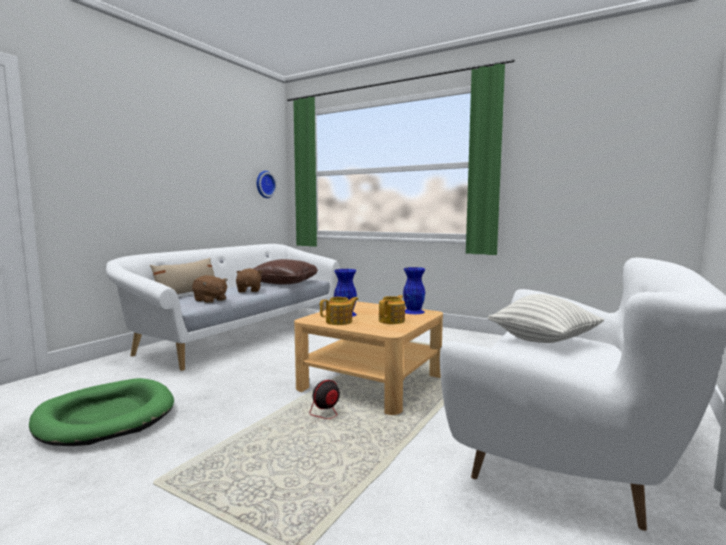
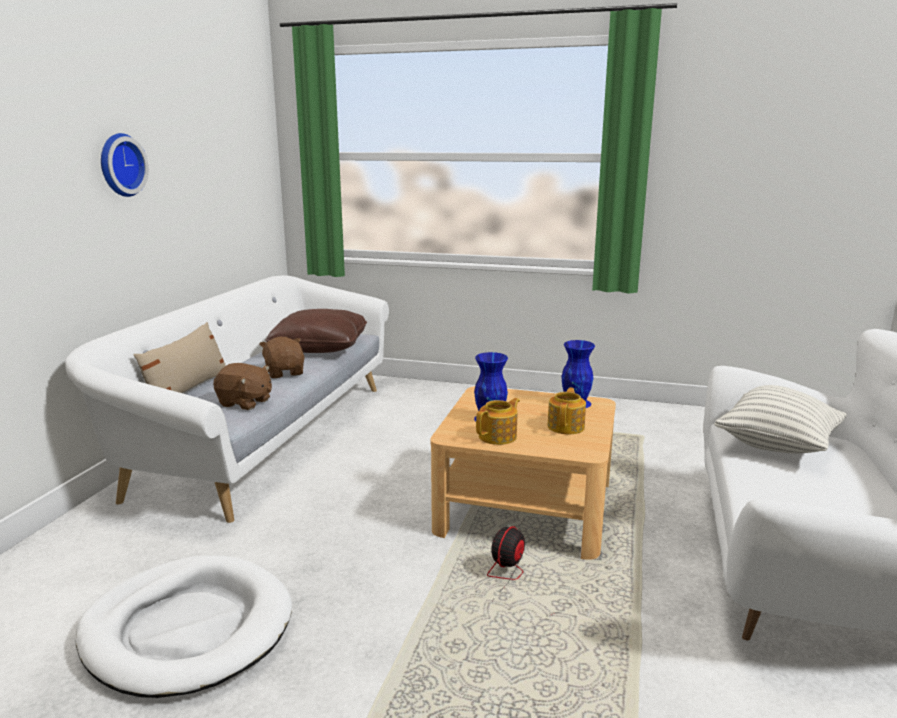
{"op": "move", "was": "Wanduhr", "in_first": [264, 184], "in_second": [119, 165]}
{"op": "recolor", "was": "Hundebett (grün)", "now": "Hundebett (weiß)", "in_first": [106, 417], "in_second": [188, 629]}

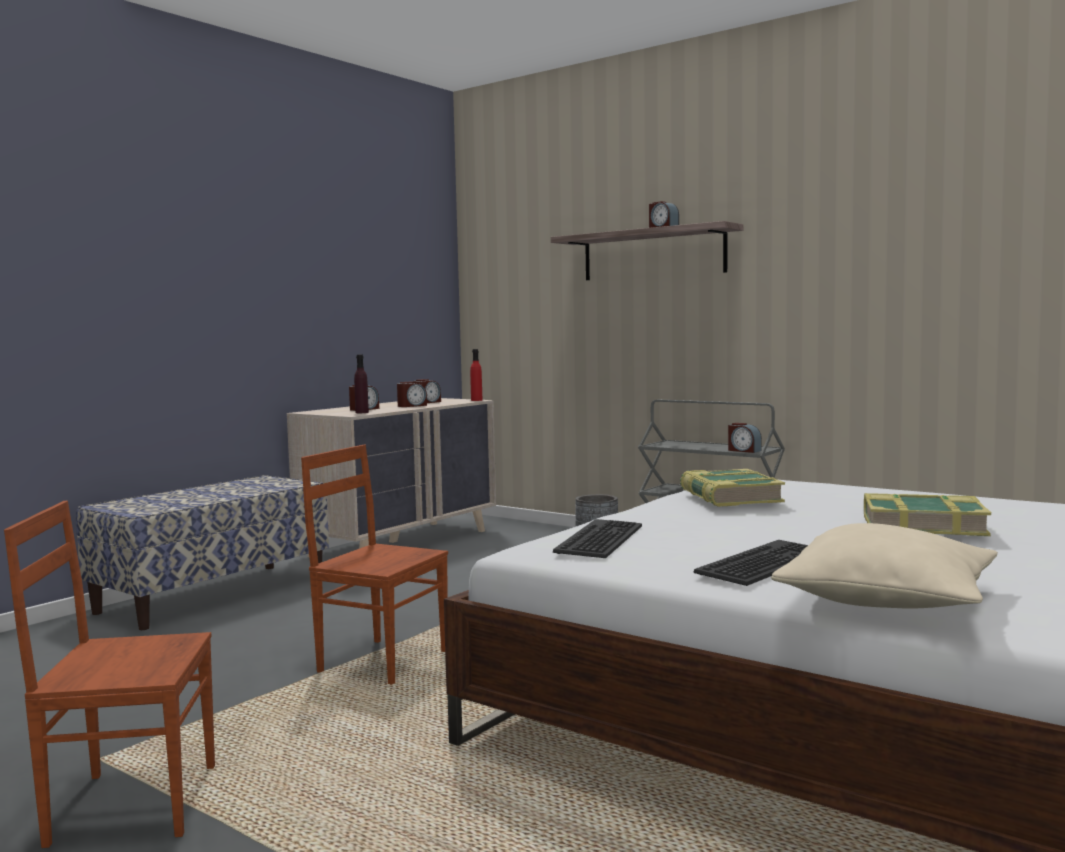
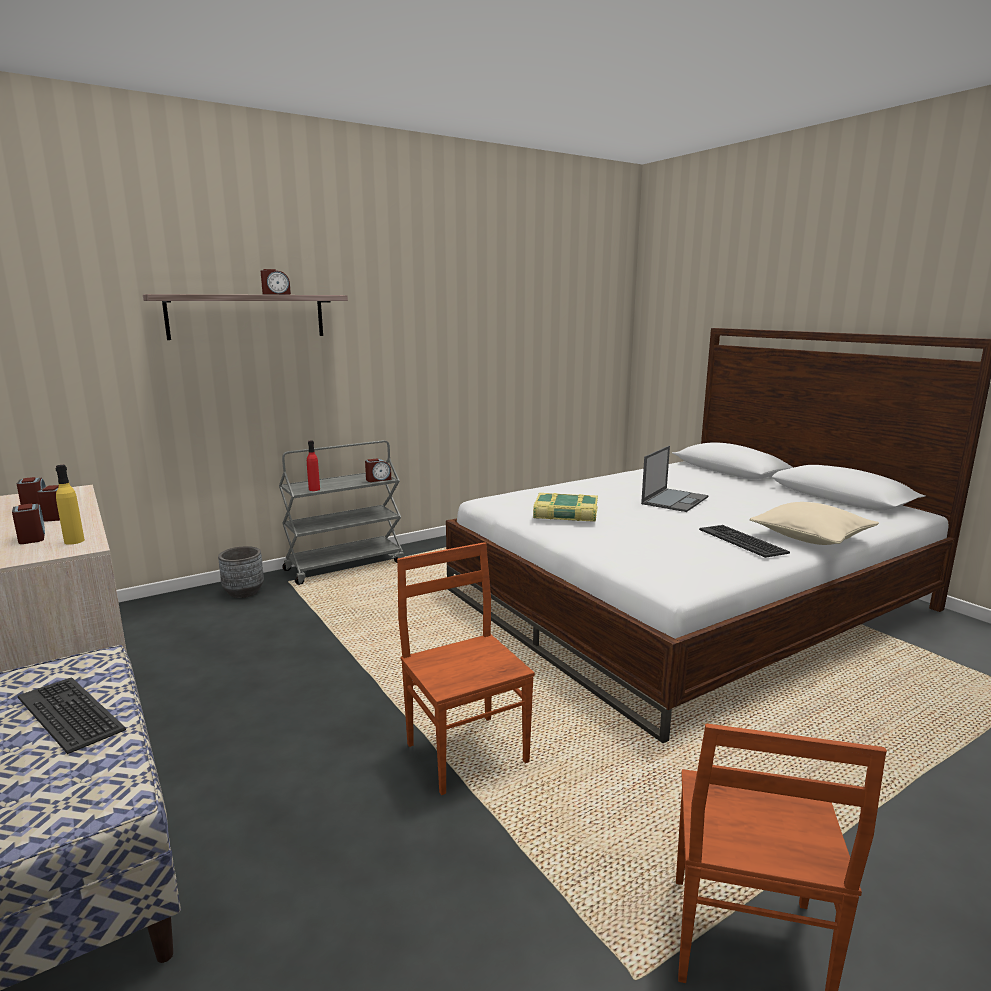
{"op": "move", "was": "Flasche (rot)", "in_first": [476, 400], "in_second": [314, 489]}
{"op": "move", "was": "Tastatur", "in_first": [601, 539], "in_second": [71, 713]}
{"op": "replace", "was": "Buch", "now": "Laptop", "in_first": [923, 526], "in_second": [675, 500]}
{"op": "recolor", "was": "Flasche (lila)", "now": "Flasche (gelb)", "in_first": [362, 412], "in_second": [74, 541]}
{"op": "rotate", "was": "Stuhl (braun)", "in_first": [383, 660], "in_second": [467, 751], "clockwise": 105}

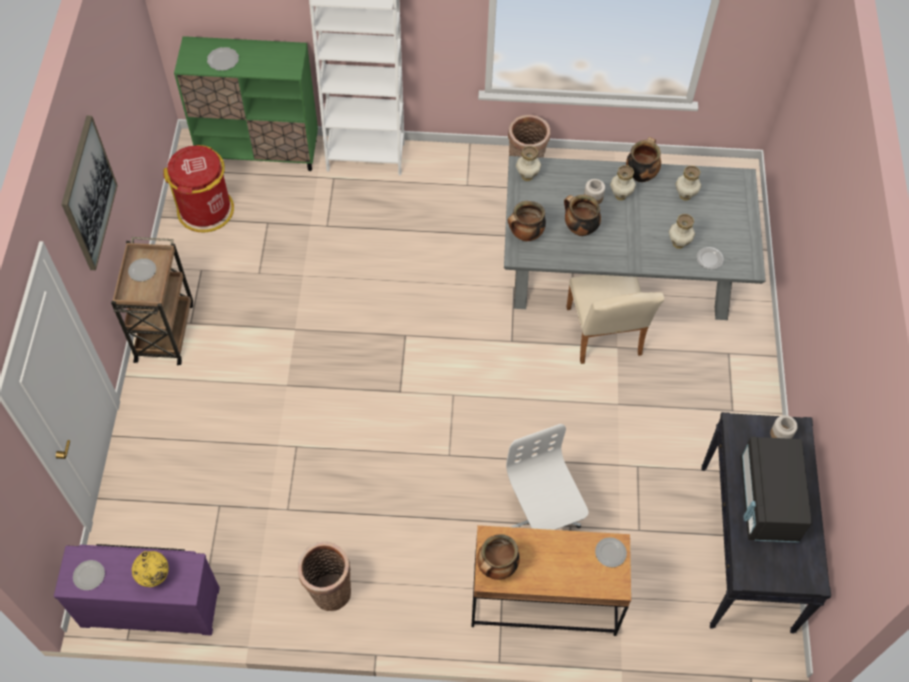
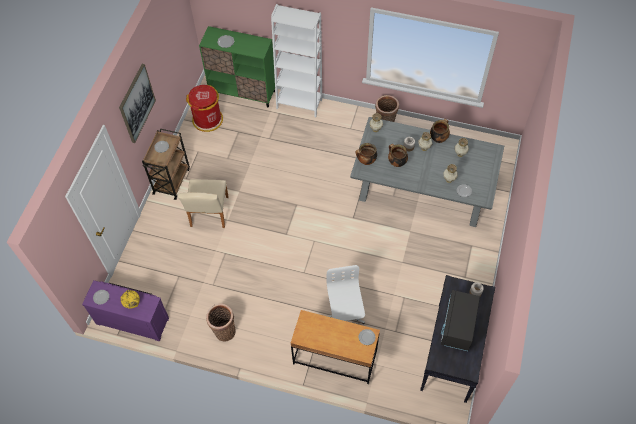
{"op": "delete", "was": "Kochtopf", "in_first": [496, 567]}
{"op": "move", "was": "Stuhl (beige)", "in_first": [604, 336], "in_second": [209, 214]}

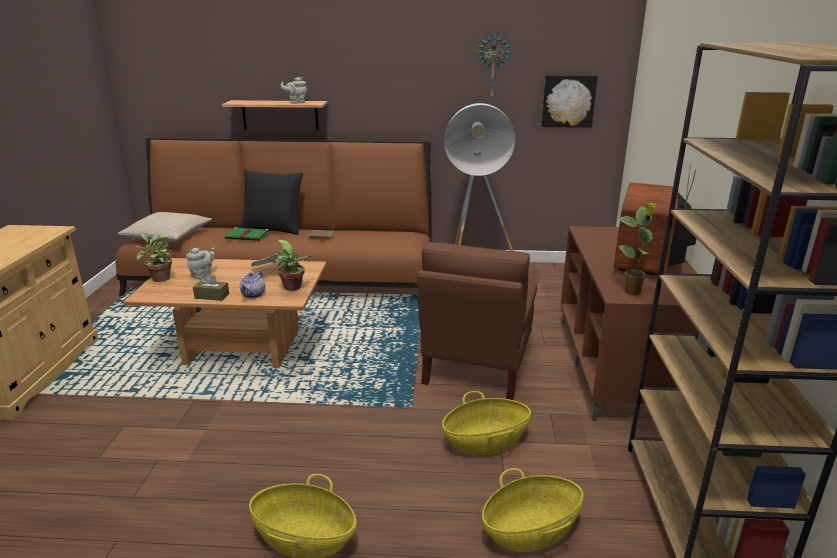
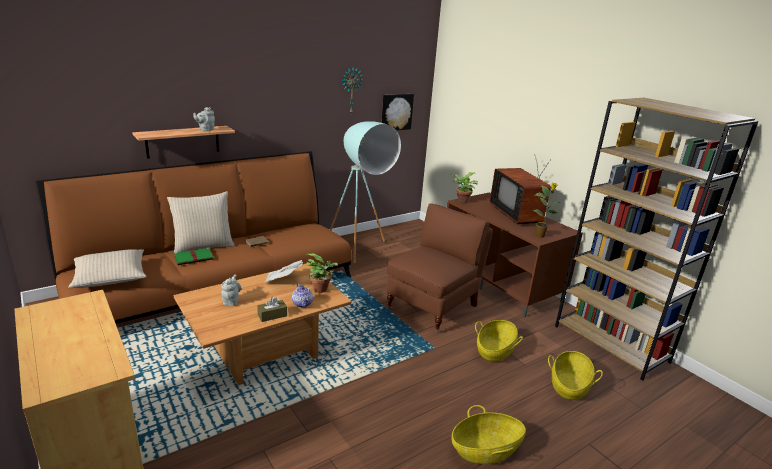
{"op": "move", "was": "Topfpflanze", "in_first": [159, 278], "in_second": [461, 201]}
{"op": "recolor", "was": "Kissen (schwarz)", "now": "Kissen (beige)", "in_first": [273, 229], "in_second": [203, 246]}
{"op": "rotate", "was": "Sessel (braun)", "in_first": [477, 364], "in_second": [433, 307], "clockwise": -120}

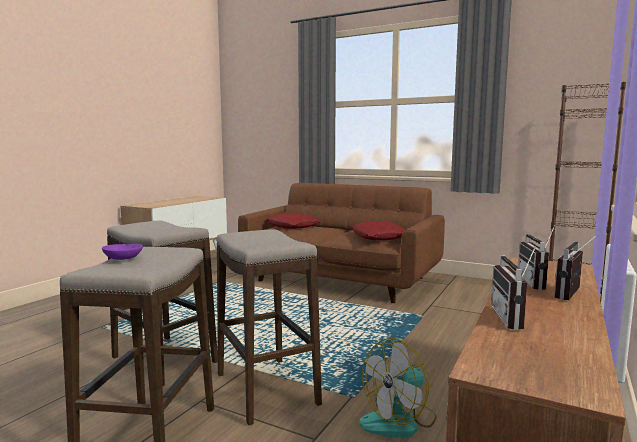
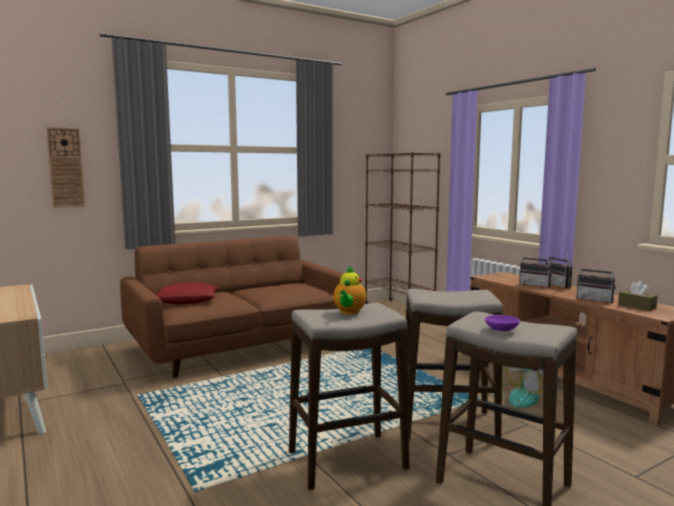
{"op": "delete", "was": "Kissen (rot)", "in_first": [378, 237]}
{"op": "insert", "now": "Wanduhr", "in_second": [66, 167]}
{"op": "insert", "now": "Teekanne", "in_second": [349, 312]}
{"op": "insert", "now": "Taschentuchbox (braun)", "in_second": [637, 306]}

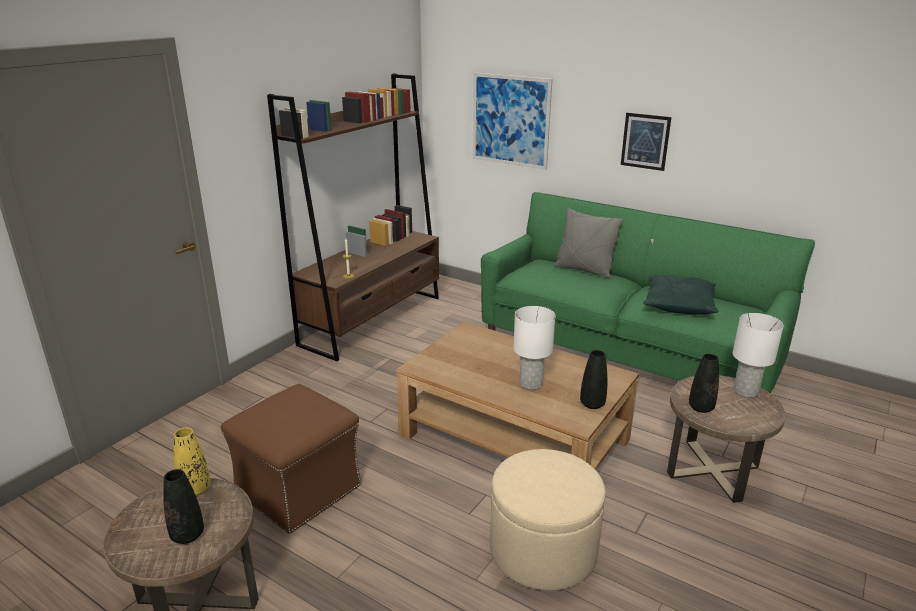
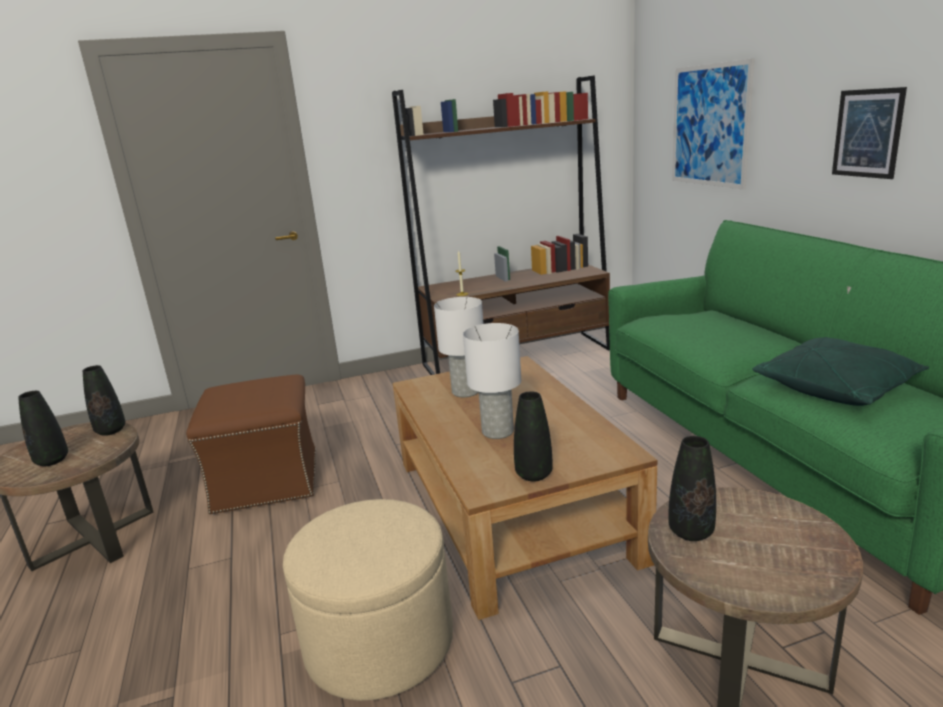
{"op": "delete", "was": "Kissen (grau)", "in_first": [584, 270]}
{"op": "move", "was": "Tischlampe (weiß)", "in_first": [745, 392], "in_second": [464, 392]}
{"op": "recolor", "was": "Vase (gelb)", "now": "Vase (schwarz)", "in_first": [195, 489], "in_second": [111, 431]}

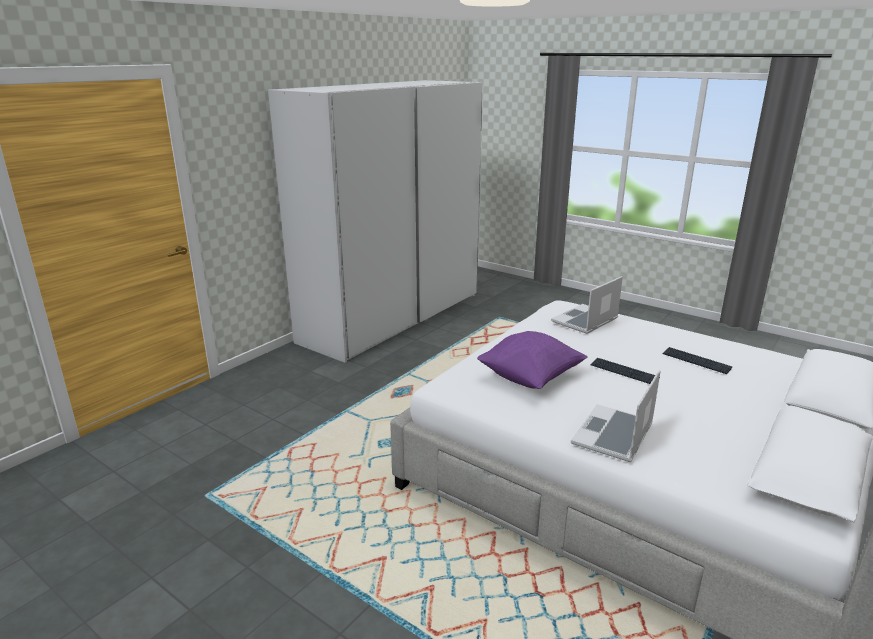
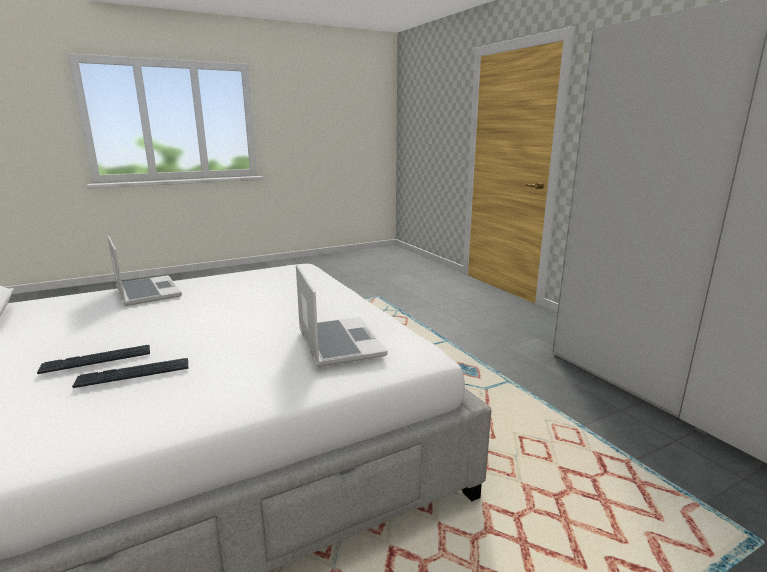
{"op": "delete", "was": "Kissen (lila)", "in_first": [530, 378]}
{"op": "move", "was": "Tastatur", "in_first": [624, 372], "in_second": [97, 360]}

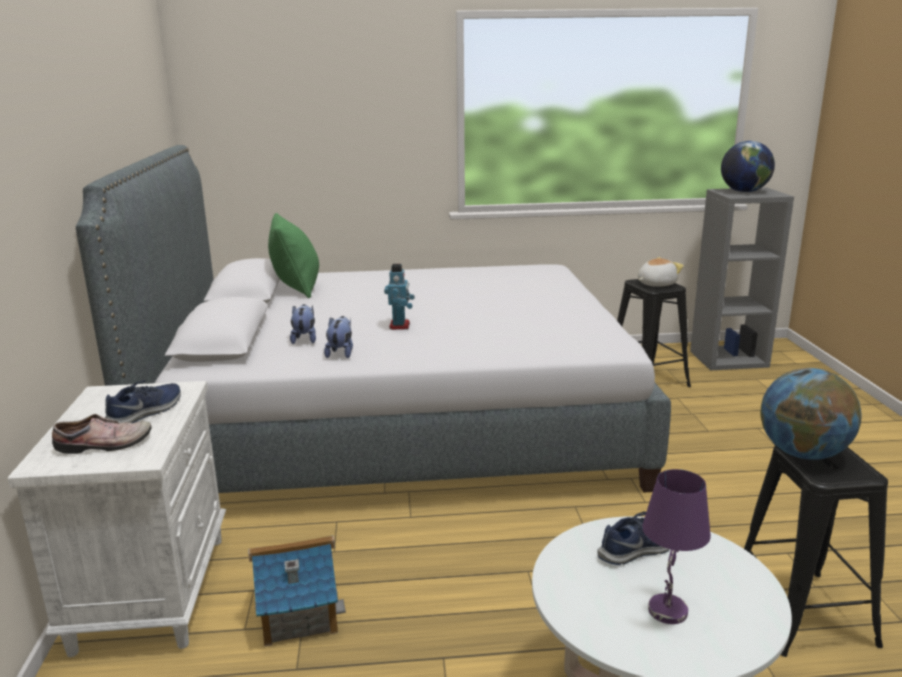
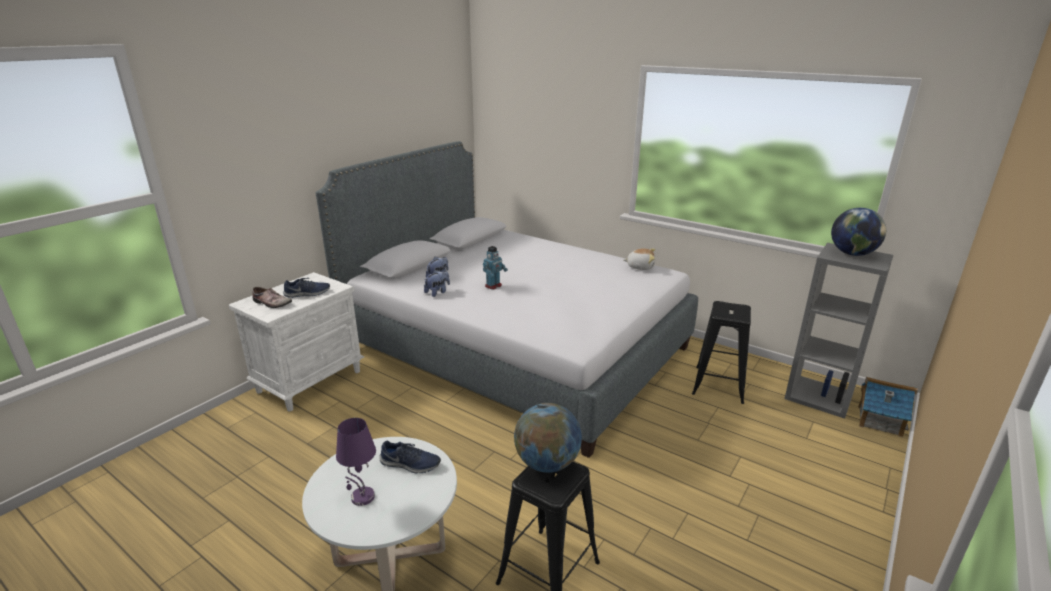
{"op": "delete", "was": "Kissen (grün)", "in_first": [296, 288]}
{"op": "move", "was": "Spielzeughaus", "in_first": [298, 614], "in_second": [879, 420]}
{"op": "move", "was": "Plüschtier", "in_first": [655, 284], "in_second": [640, 267]}

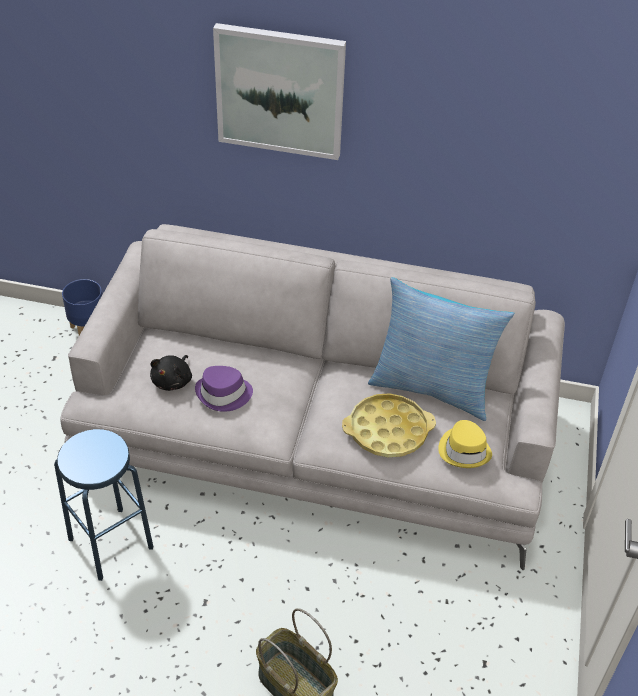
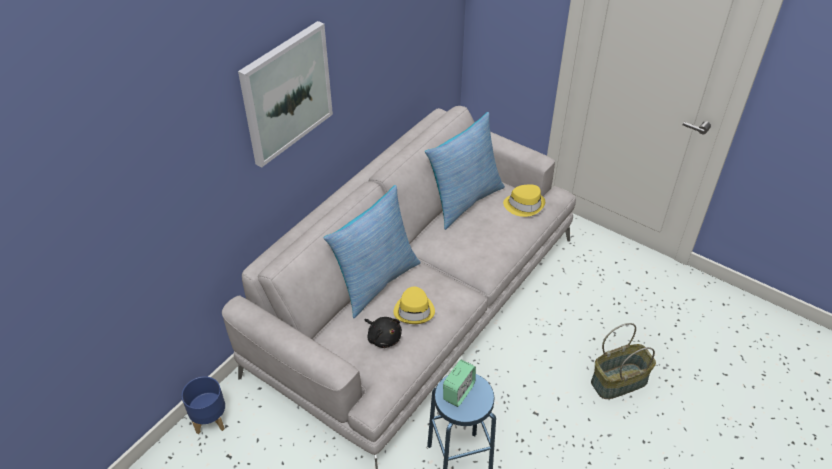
{"op": "delete", "was": "Tablett (gelb)", "in_first": [387, 430]}
{"op": "insert", "now": "Kissen", "in_second": [375, 281]}
{"op": "insert", "now": "Wecker", "in_second": [458, 392]}
{"op": "recolor", "was": "Hut (lila)", "now": "Hut (gelb)", "in_first": [224, 394], "in_second": [414, 310]}

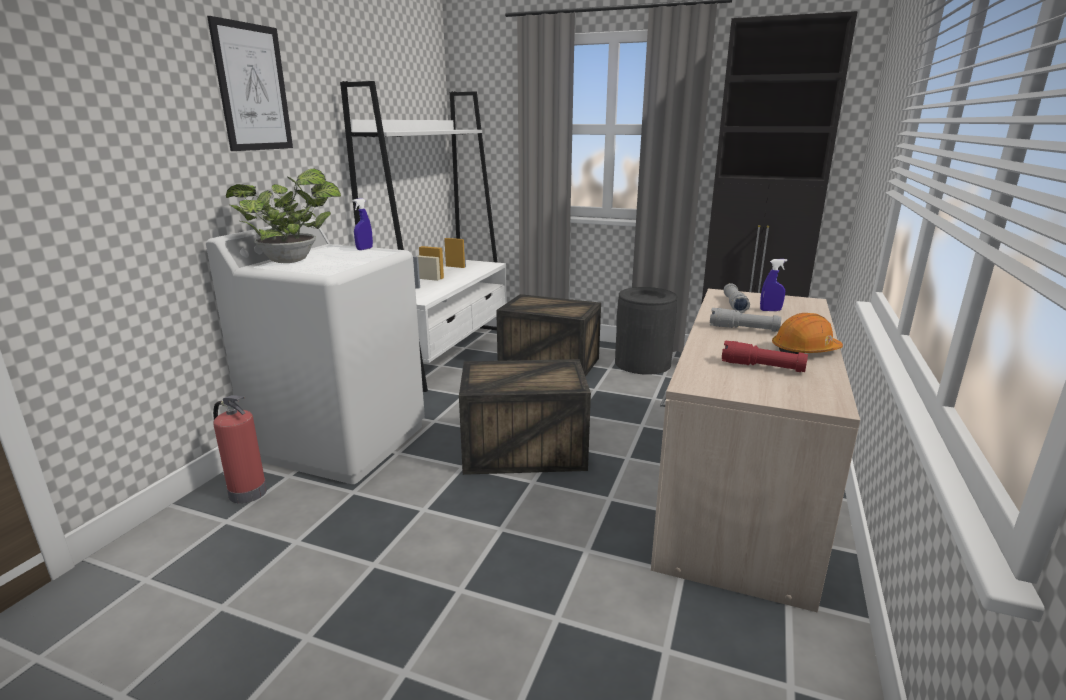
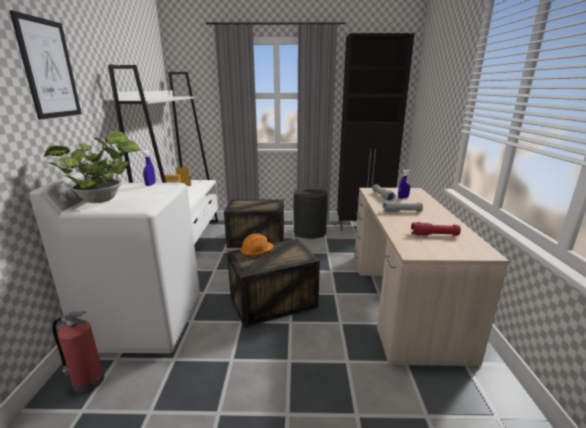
{"op": "move", "was": "Schutzhelm (orange)", "in_first": [804, 350], "in_second": [256, 251]}

